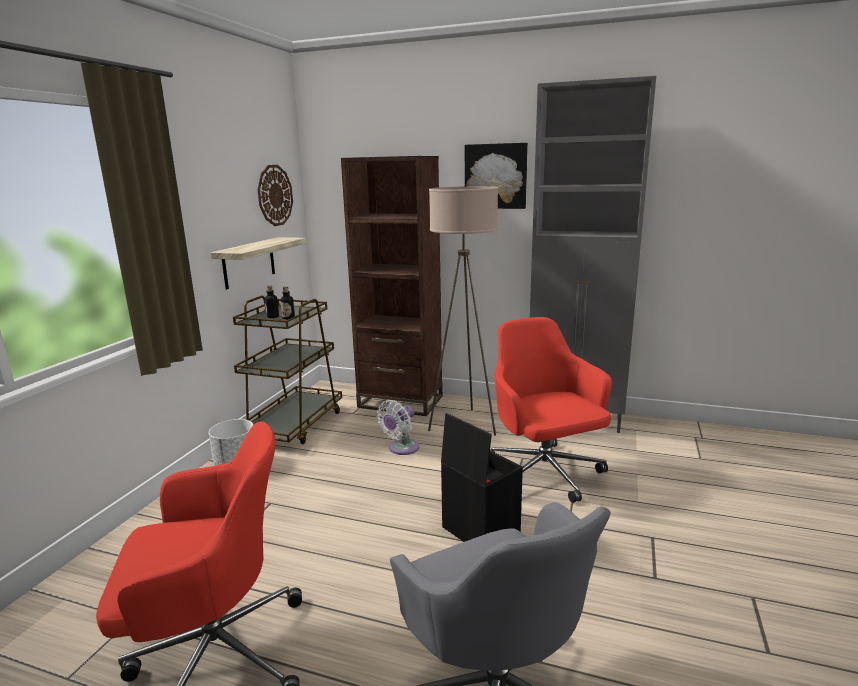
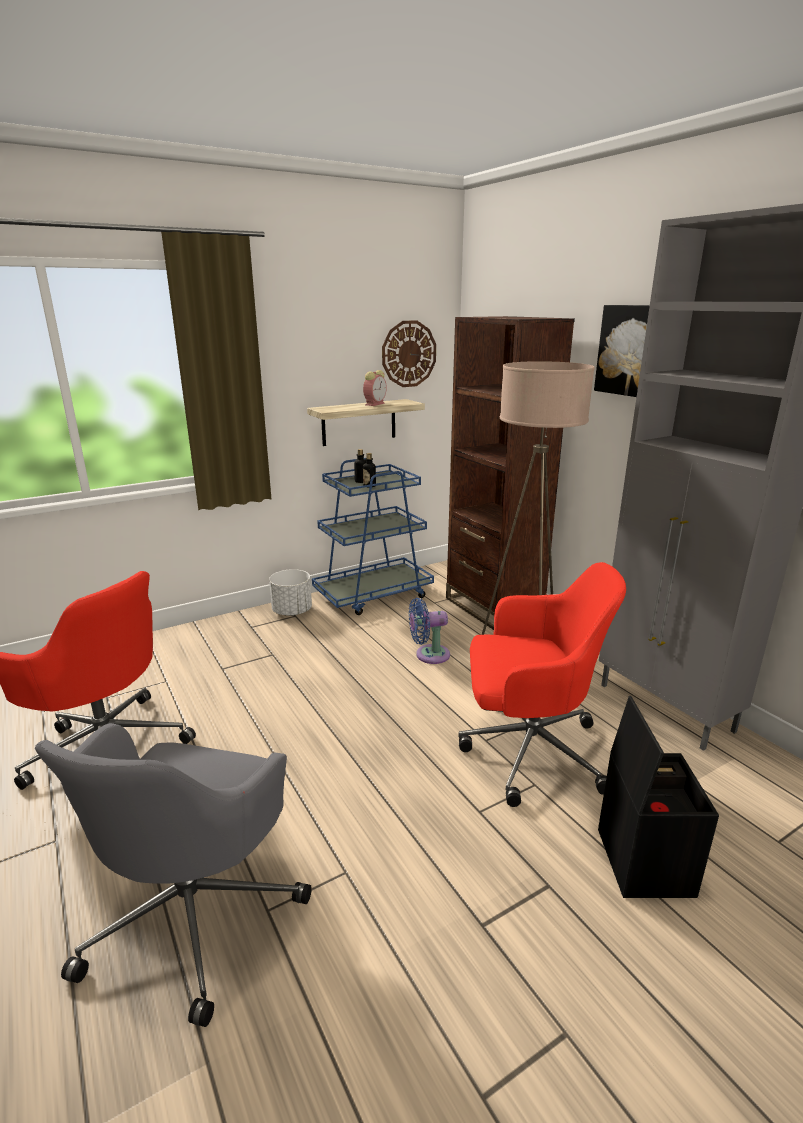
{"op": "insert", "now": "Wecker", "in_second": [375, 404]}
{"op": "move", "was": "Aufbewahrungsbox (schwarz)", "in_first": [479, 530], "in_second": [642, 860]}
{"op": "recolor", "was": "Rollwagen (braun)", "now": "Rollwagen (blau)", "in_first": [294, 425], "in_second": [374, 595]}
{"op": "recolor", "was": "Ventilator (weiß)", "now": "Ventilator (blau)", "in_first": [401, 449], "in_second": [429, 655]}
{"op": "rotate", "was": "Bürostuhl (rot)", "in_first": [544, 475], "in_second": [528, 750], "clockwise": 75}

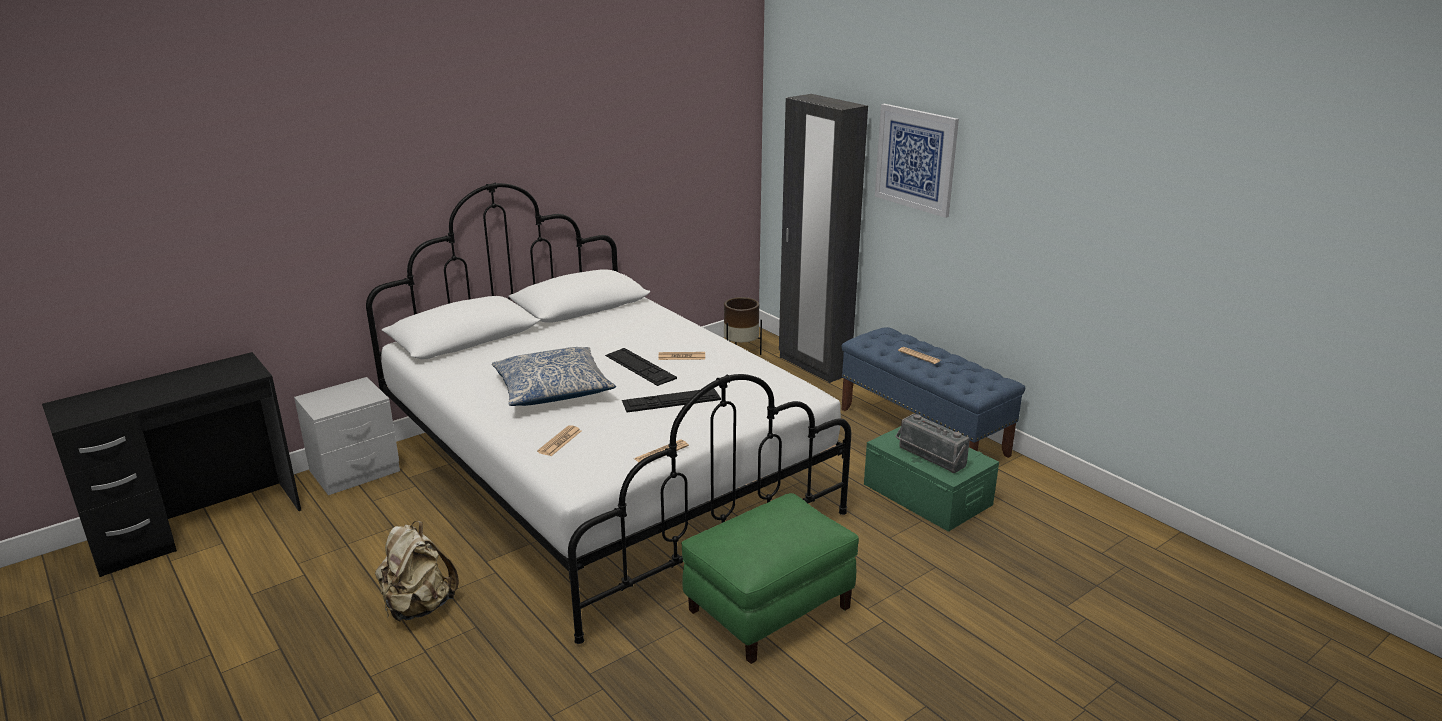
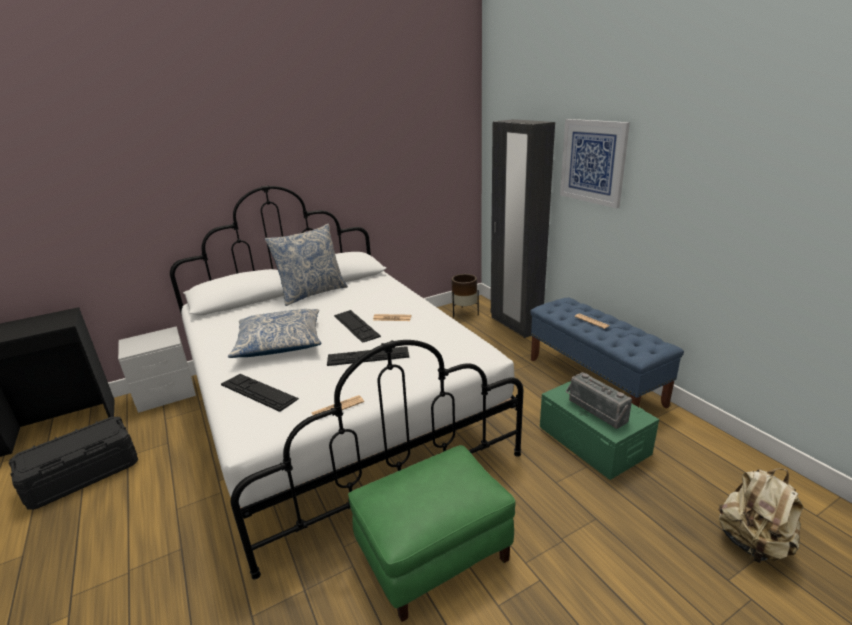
{"op": "insert", "now": "Aufbewahrungsbox (schwarz)", "in_second": [83, 475]}
{"op": "insert", "now": "Kissen", "in_second": [312, 293]}
{"op": "move", "was": "Rucksack (beige)", "in_first": [418, 607], "in_second": [752, 543]}
{"op": "replace", "was": "Zeitung", "now": "Tastatur", "in_first": [560, 441], "in_second": [258, 391]}

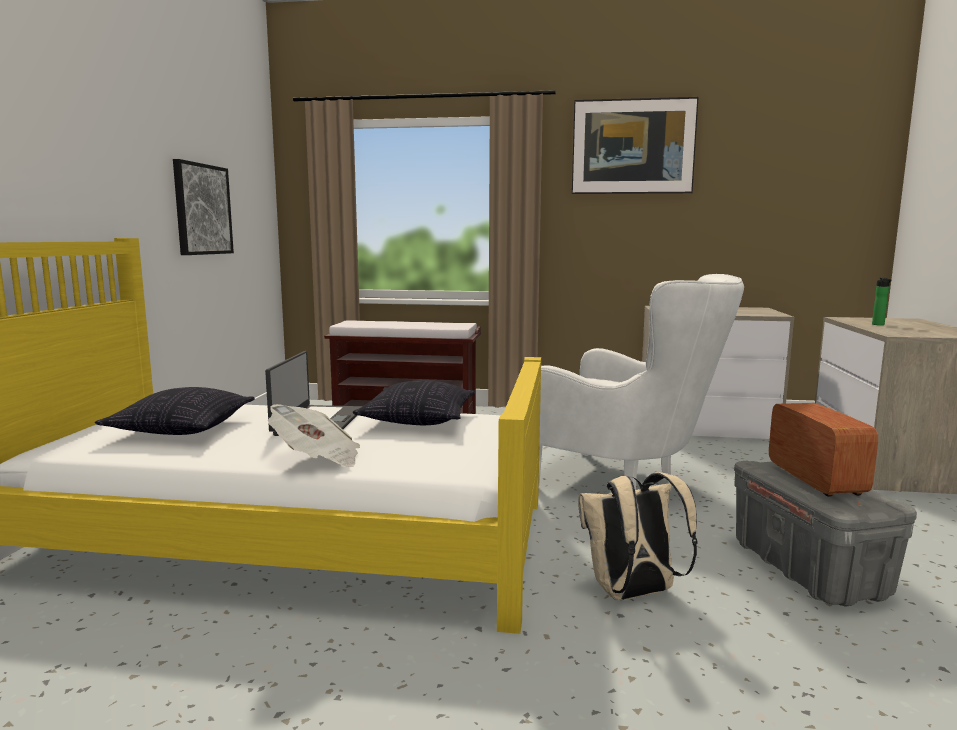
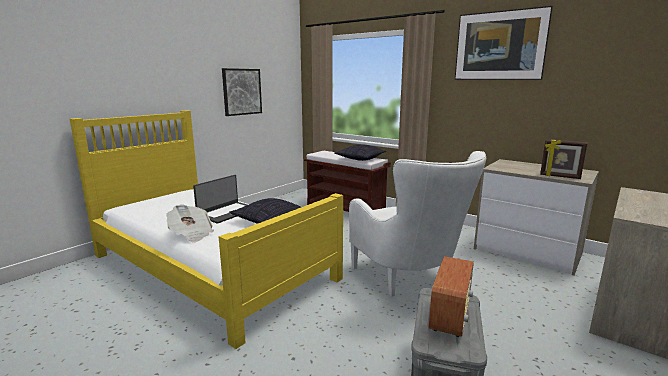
{"op": "delete", "was": "Rucksack (beige)", "in_first": [632, 594]}
{"op": "delete", "was": "Flasche", "in_first": [878, 324]}
{"op": "insert", "now": "Bilderrahmen", "in_second": [560, 176]}
{"op": "move", "was": "Kissen", "in_first": [182, 429], "in_second": [360, 159]}

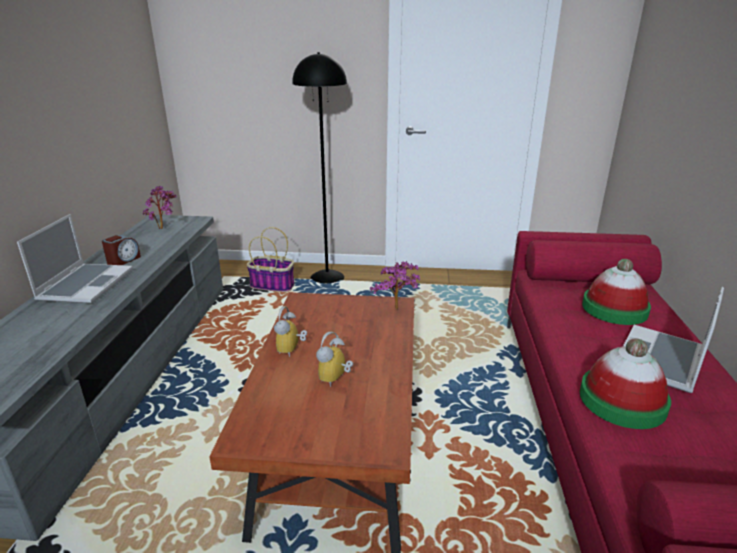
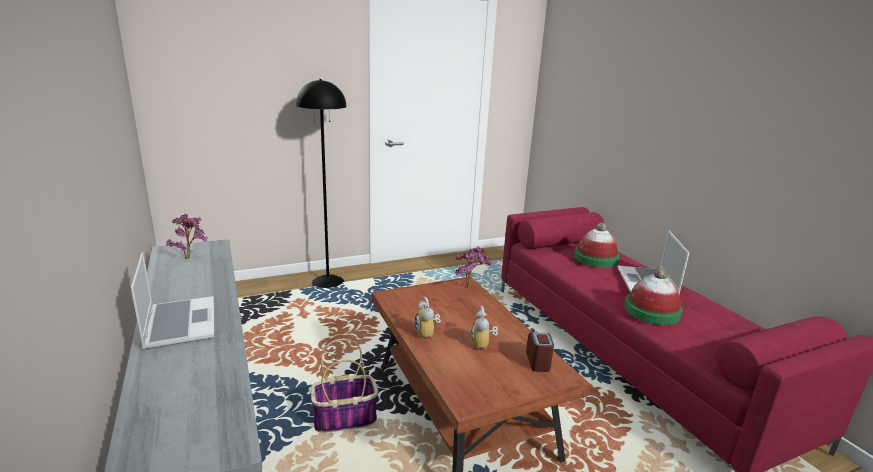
{"op": "move", "was": "Wecker", "in_first": [123, 260], "in_second": [538, 361]}
{"op": "move", "was": "Korb", "in_first": [273, 285], "in_second": [345, 418]}

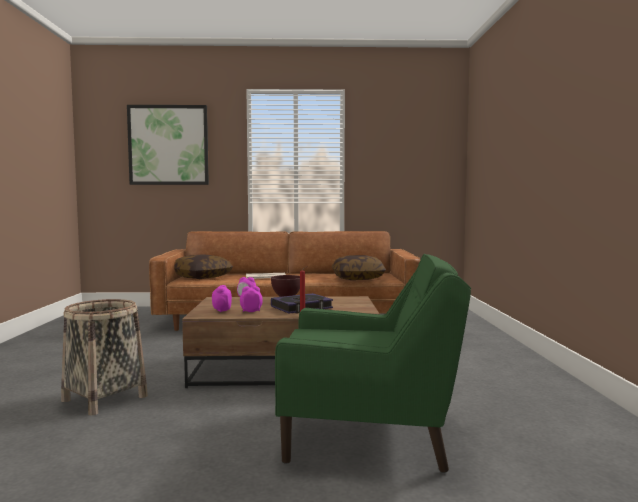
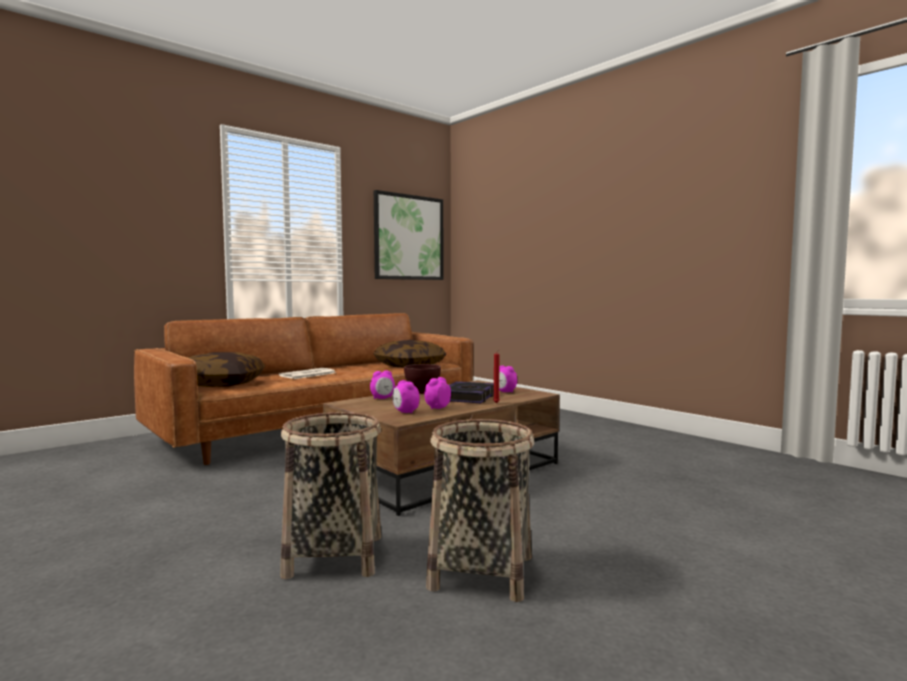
{"op": "delete", "was": "Sessel (grün)", "in_first": [369, 433]}
{"op": "insert", "now": "Korb", "in_second": [480, 572]}
{"op": "insert", "now": "Wecker", "in_second": [505, 392]}
{"op": "move", "was": "Bild", "in_first": [168, 145], "in_second": [409, 237]}

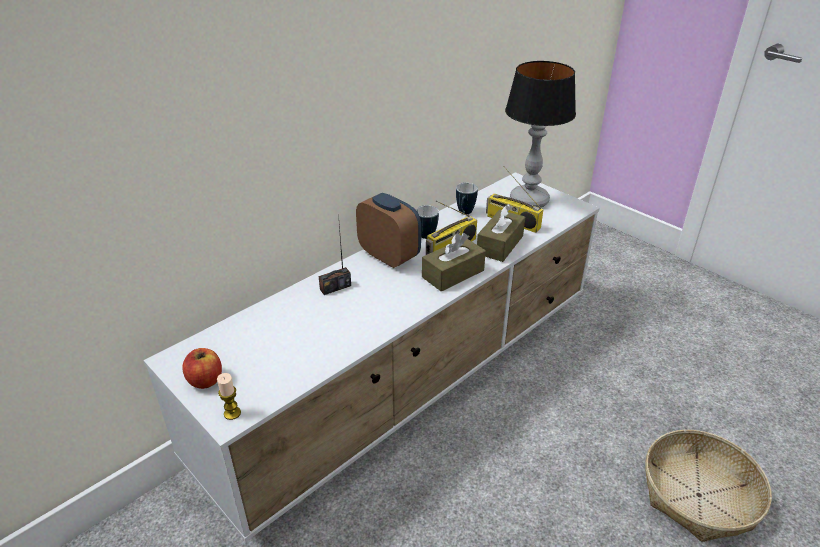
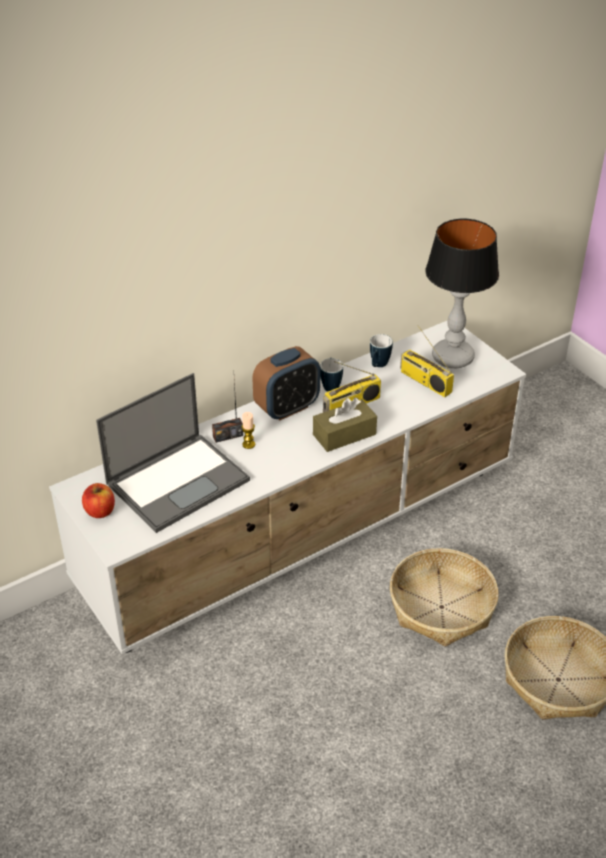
{"op": "delete", "was": "Taschentuchbox (braun)", "in_first": [500, 245]}
{"op": "insert", "now": "Laptop", "in_second": [179, 481]}
{"op": "insert", "now": "Korb", "in_second": [441, 607]}
{"op": "move", "was": "Kerze", "in_first": [232, 413], "in_second": [248, 444]}
{"op": "rotate", "was": "Wecker", "in_first": [389, 256], "in_second": [287, 408], "clockwise": 90}

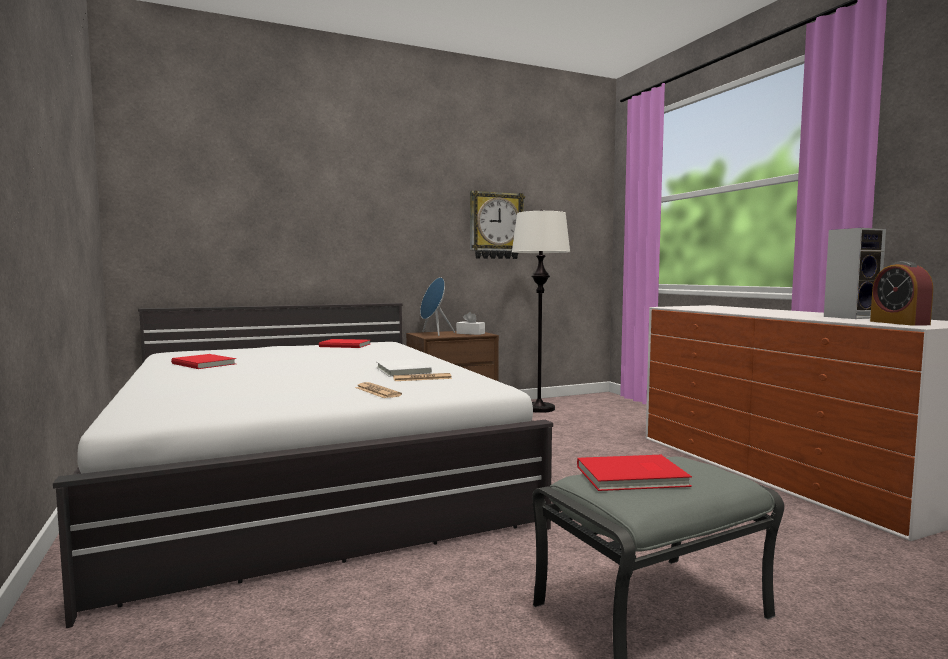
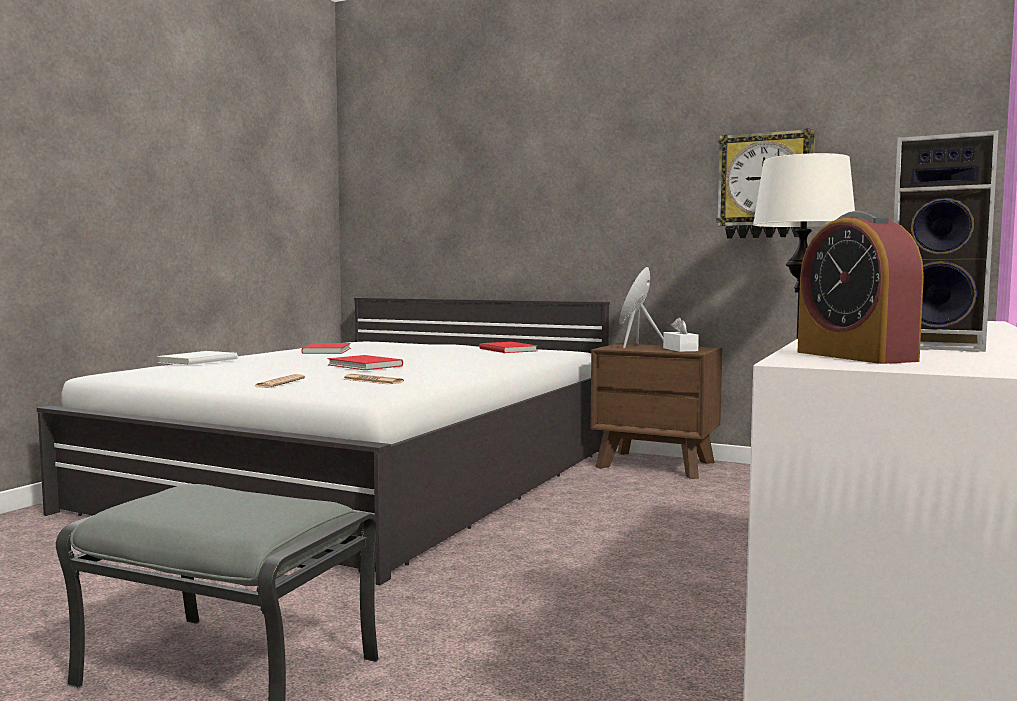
{"op": "move", "was": "Buch (weiß)", "in_first": [401, 370], "in_second": [196, 361]}
{"op": "move", "was": "Buch (rot)", "in_first": [634, 477], "in_second": [364, 365]}
{"op": "rotate", "was": "Wecker", "in_first": [899, 323], "in_second": [855, 356], "clockwise": -60}

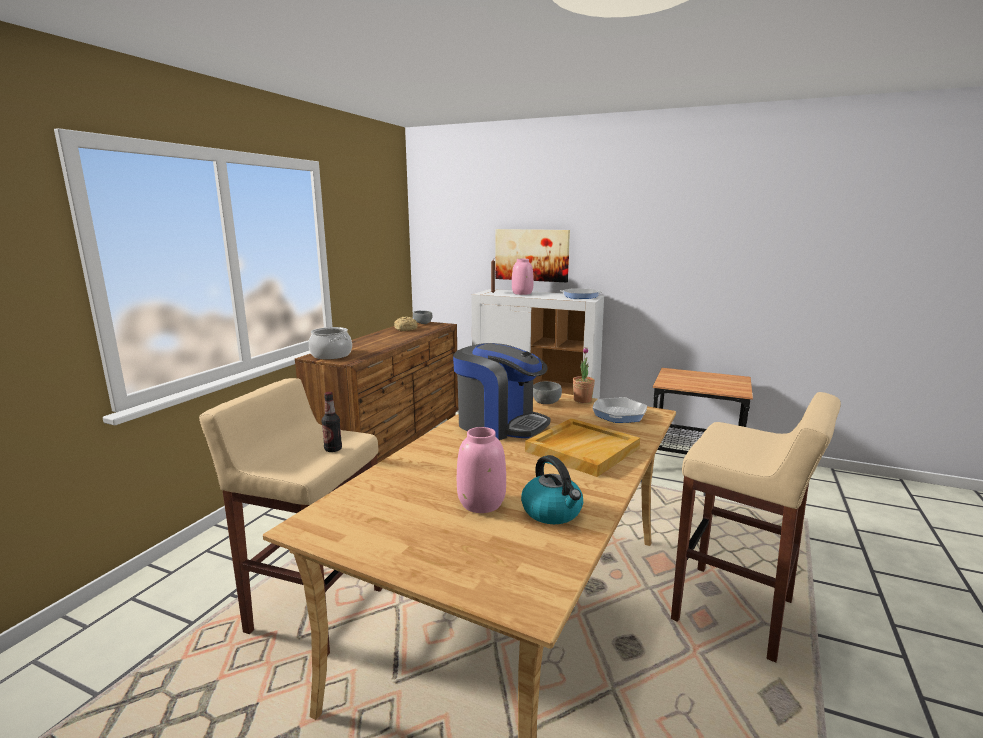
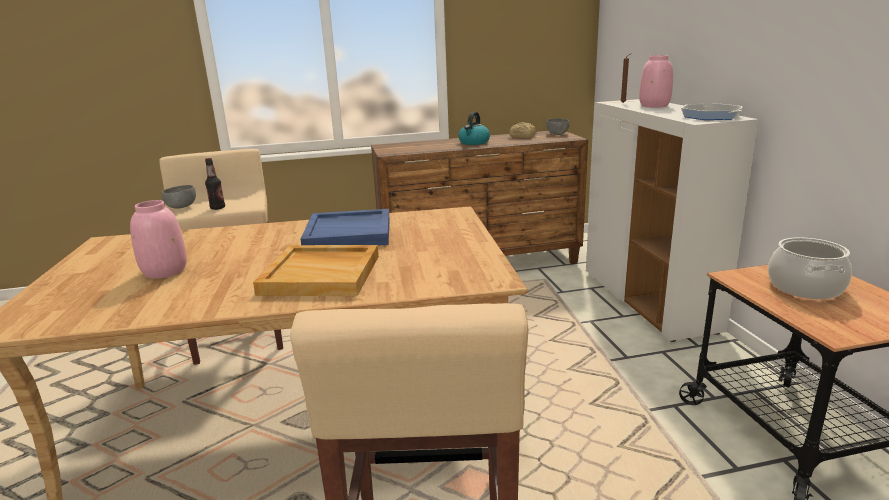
{"op": "delete", "was": "Bild", "in_first": [532, 255]}
{"op": "delete", "was": "Topfpflanze", "in_first": [582, 400]}
{"op": "delete", "was": "Pfanne", "in_first": [619, 414]}
{"op": "move", "was": "Kochtopf", "in_first": [331, 355], "in_second": [805, 287]}
{"op": "move", "was": "Wasserkessel", "in_first": [552, 512], "in_second": [474, 142]}
{"op": "move", "was": "Schüssel (grau)", "in_first": [546, 403], "in_second": [181, 207]}
{"op": "replace", "was": "Kaffeemaschine", "now": "Tablett (blau)", "in_first": [500, 424], "in_second": [349, 233]}

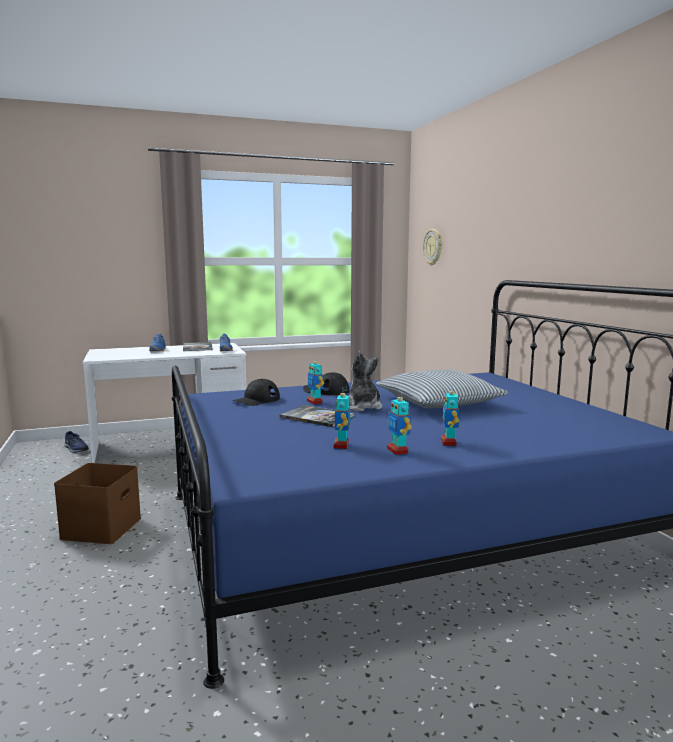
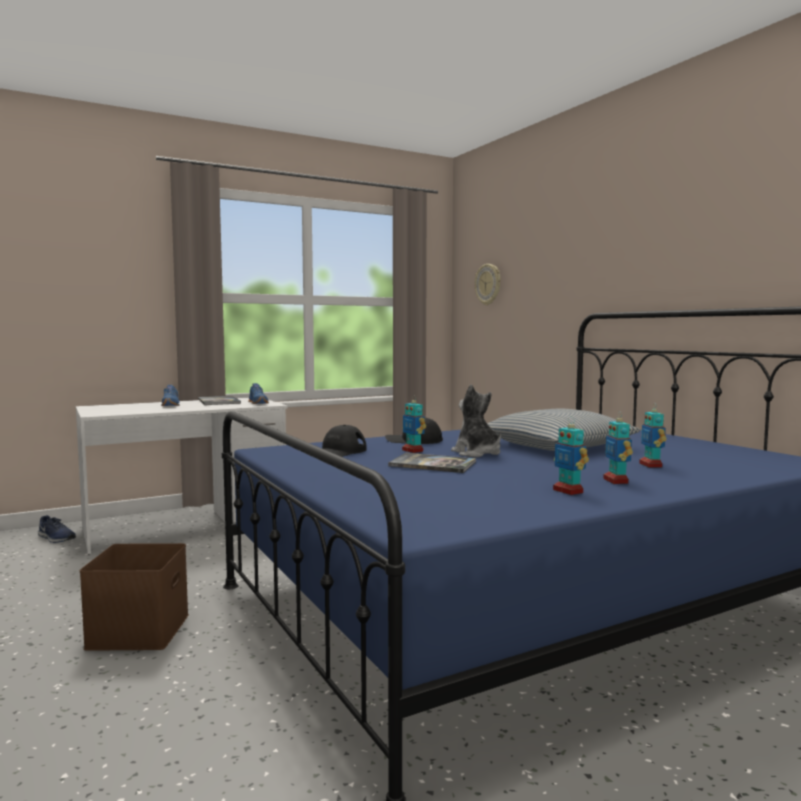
{"op": "move", "was": "Spielzeugroboter", "in_first": [341, 445], "in_second": [651, 465]}

